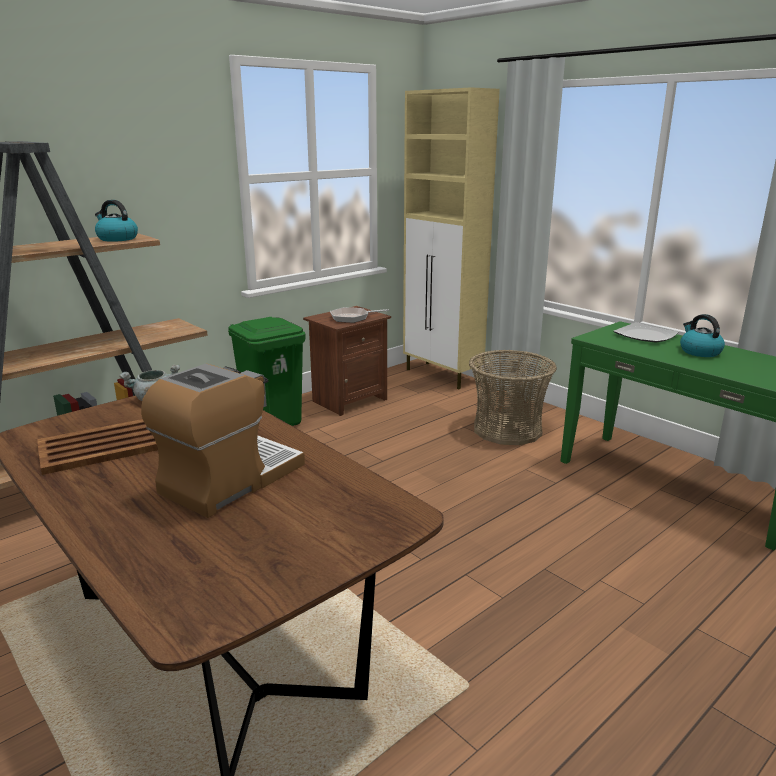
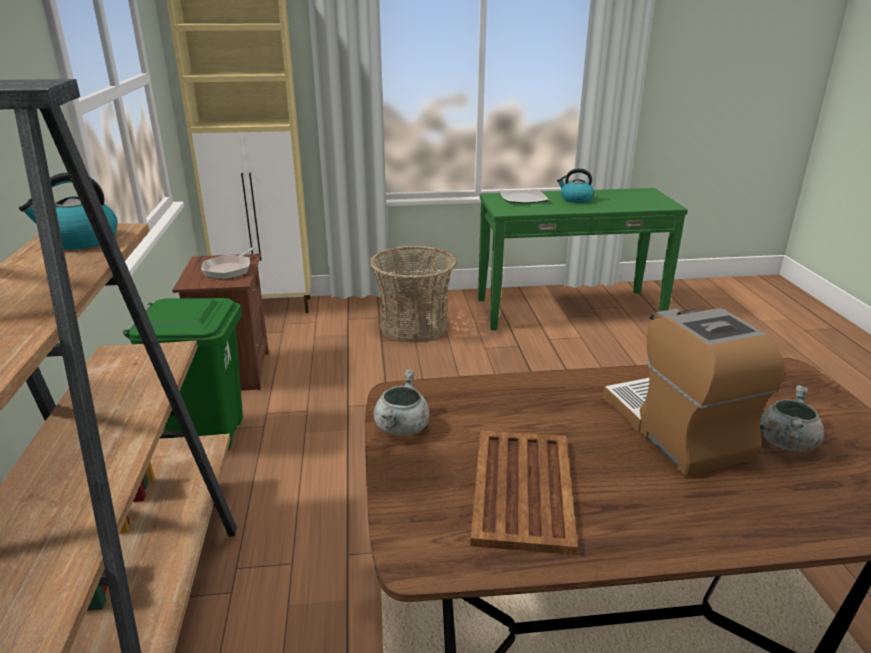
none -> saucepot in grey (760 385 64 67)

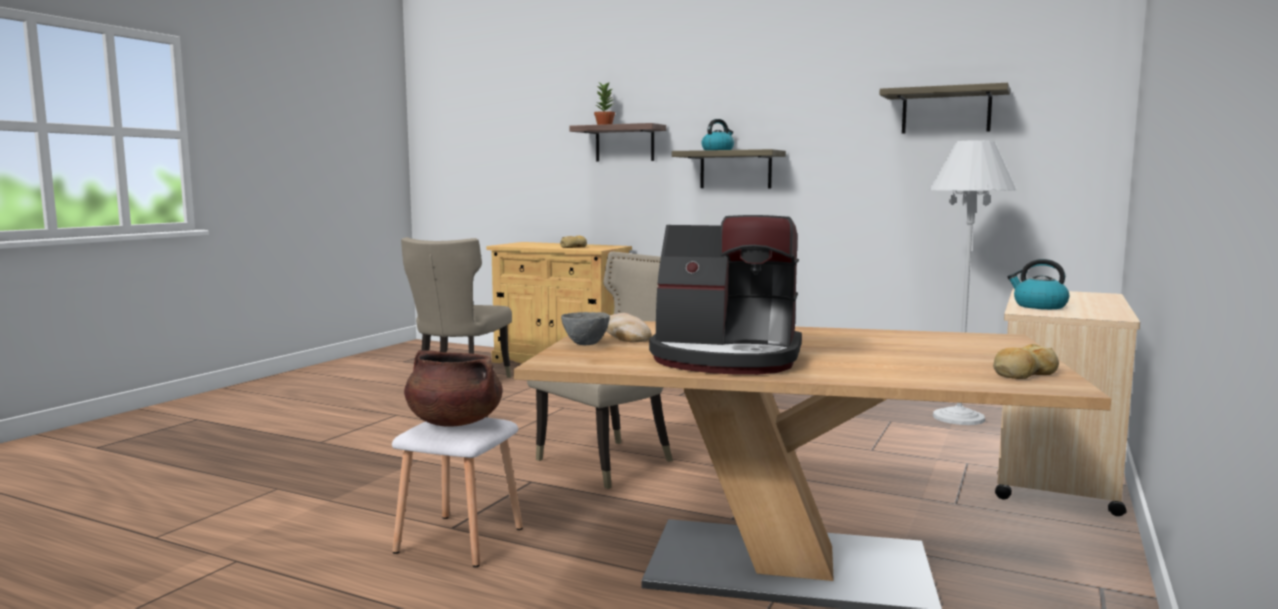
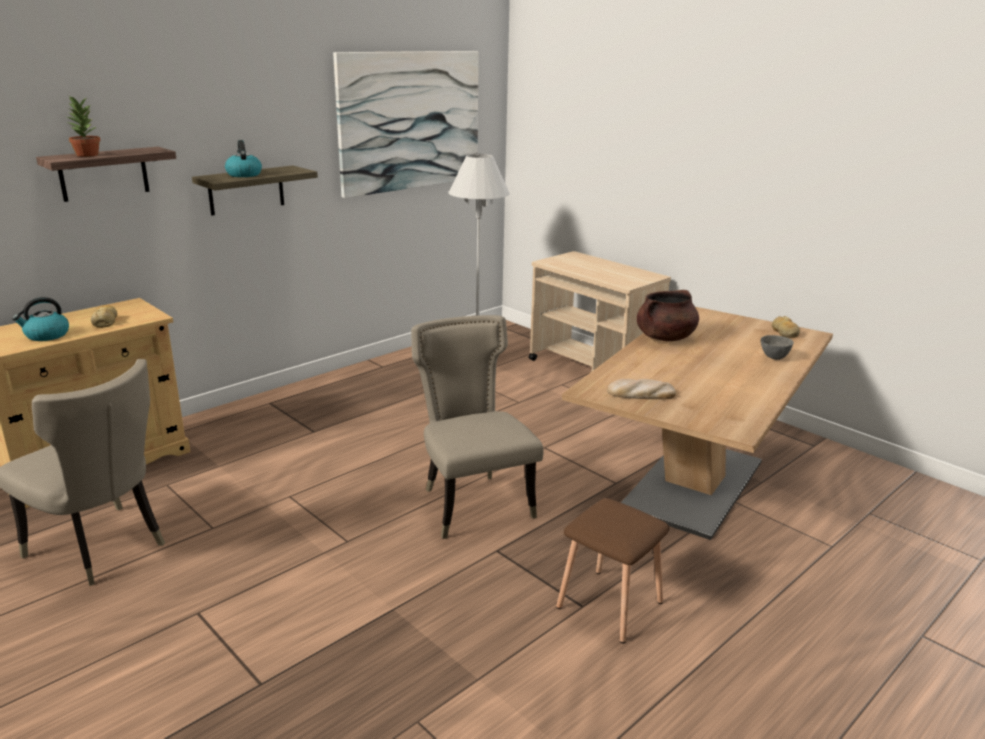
wall shelf (879 83 131 51) -> picture (333 51 146 147)
coffee maker (649 215 153 160) -> none
tea kettle (1007 259 62 50) -> tea kettle (12 297 57 44), shifted
serving bowl in grey (561 312 49 33) -> serving bowl in grey (761 335 33 25), shifted
saucepot in brown-coloured (404 350 98 77) -> saucepot in brown-coloured (637 290 62 51), shifted
stool seat in whitish (392 417 131 150) -> stool seat in brown-coloured (556 498 114 145)

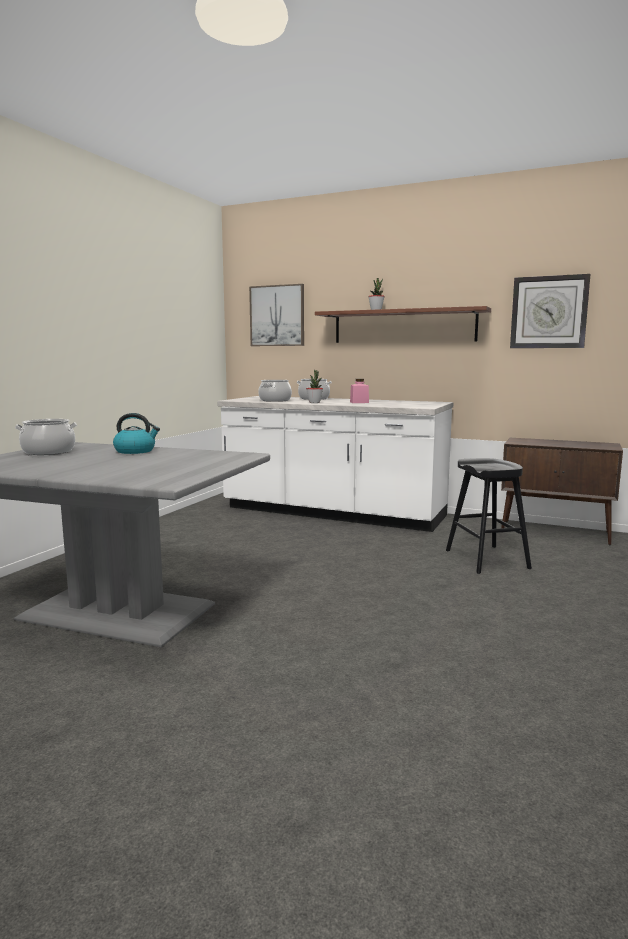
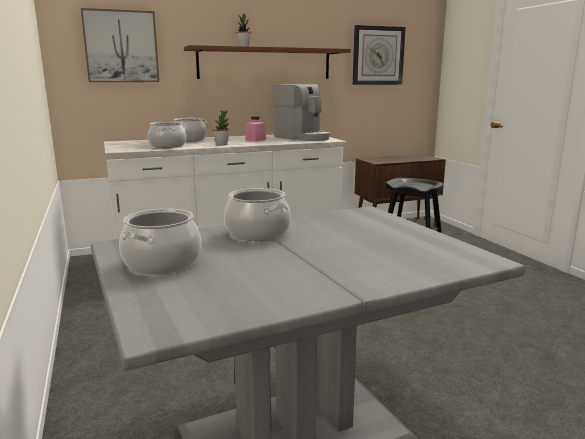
tea kettle (113 413 47 41) -> saucepot (224 188 67 53)
none -> coffee maker (274 84 57 57)

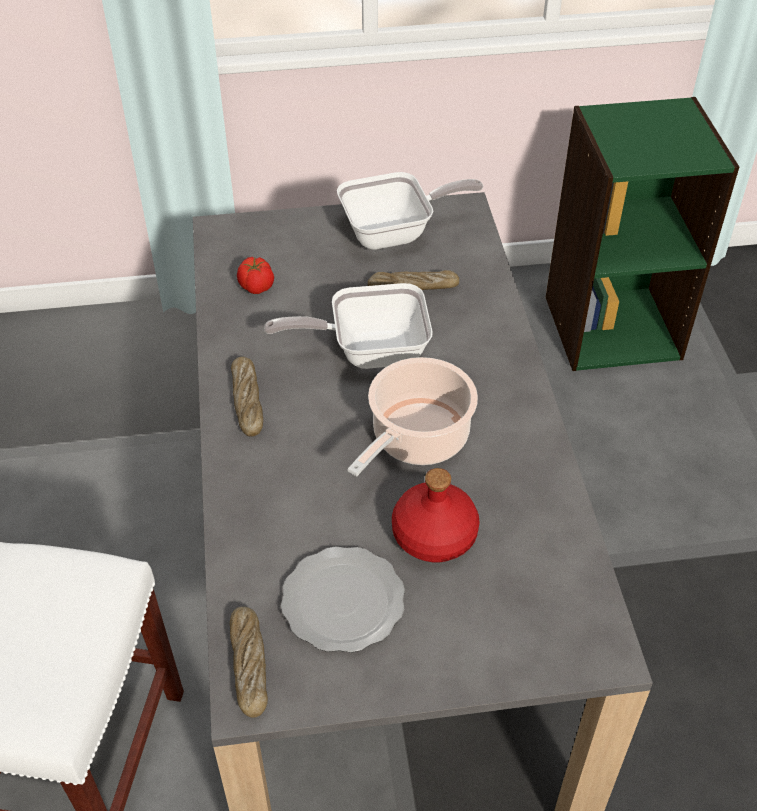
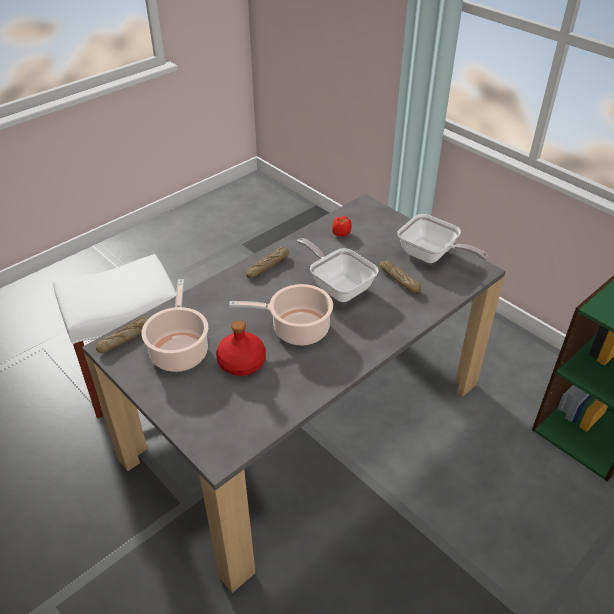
plate (281 546 124 107) -> saucepot (141 279 67 93)

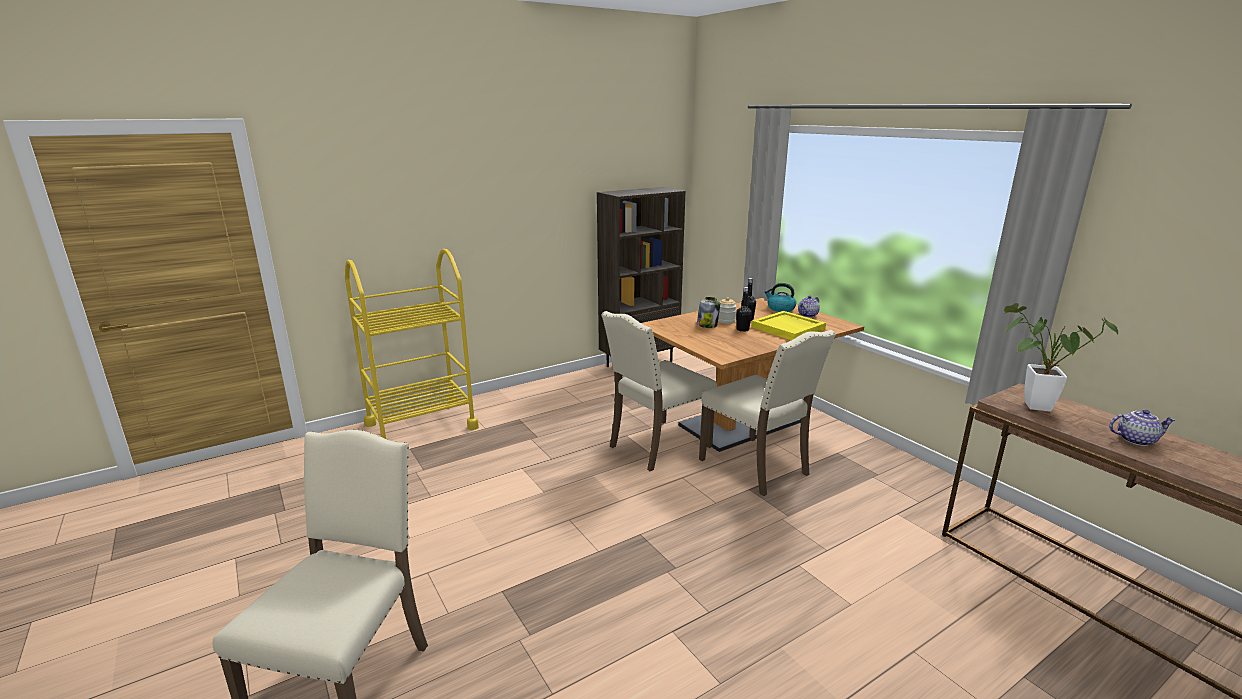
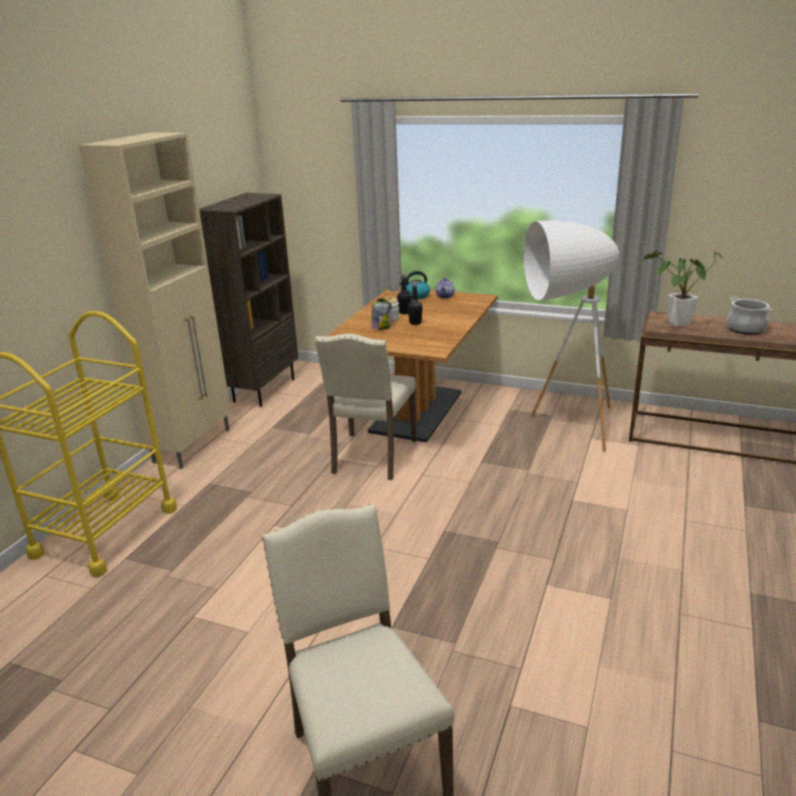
carrying tray in yellow (751 311 75 29) -> none
plain chair in sand-coloured (699 330 137 166) -> none
teapot (1109 409 66 37) -> saucepot (726 297 46 38)
none -> storage cabinet in sand-coloured (78 133 153 336)
none -> standard lamp in whitish (524 221 95 231)

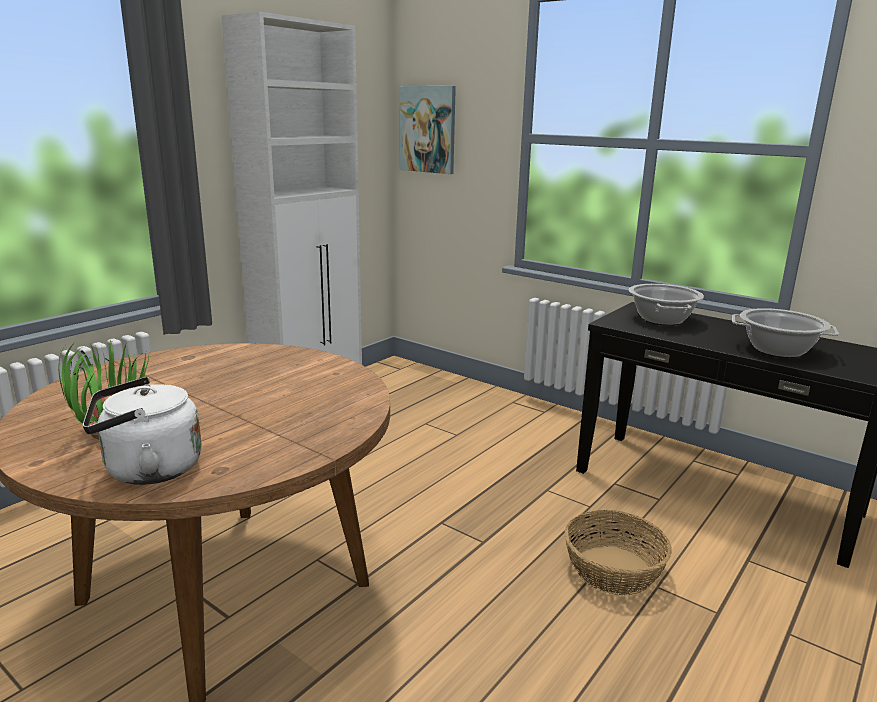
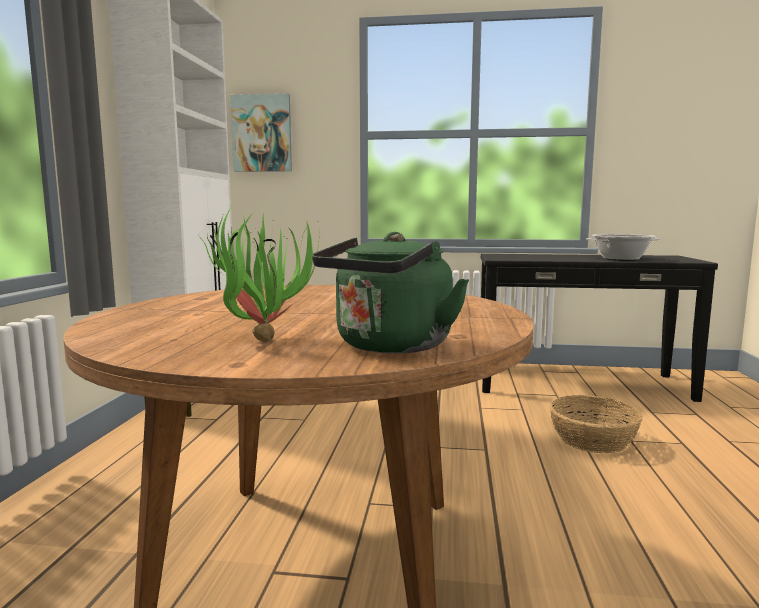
saucepot (629 284 75 41) -> none
tea kettle in whitish (83 377 119 108) -> tea kettle in green-coloured (312 232 157 122)

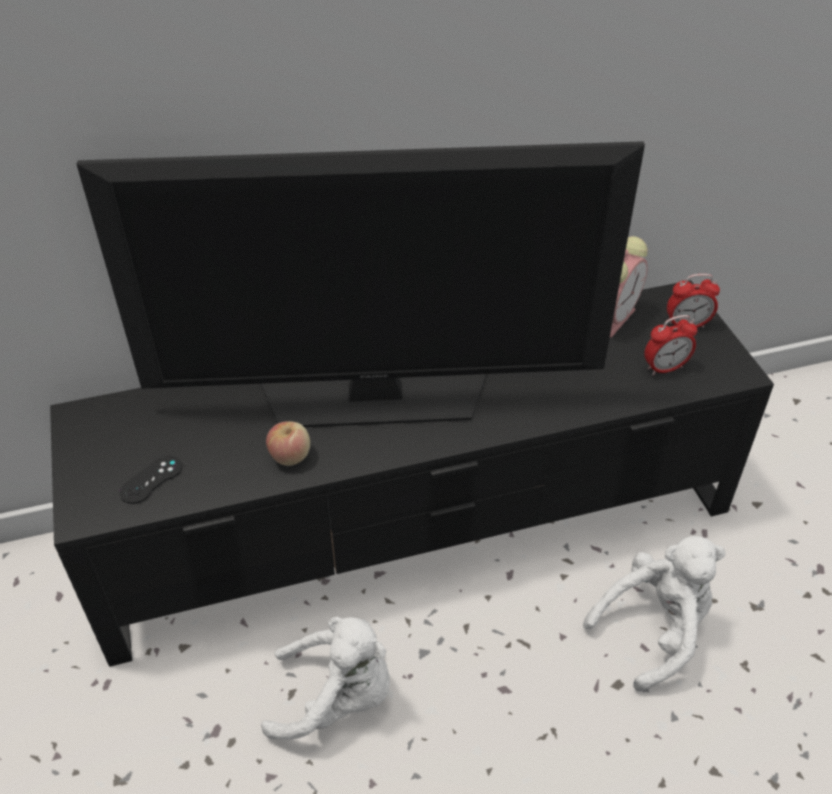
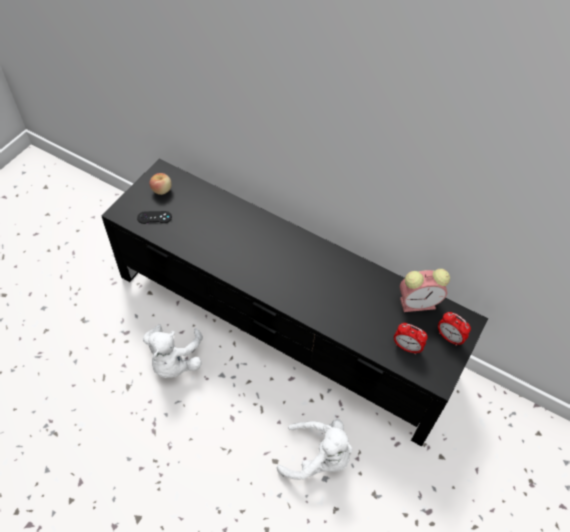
TV (76 141 569 286) -> none
apple (266 421 44 45) -> apple (149 173 23 22), shifted
cuddly toy in whitish (261 617 129 123) -> cuddly toy in whitish (143 324 60 54), 45 degrees clockwise

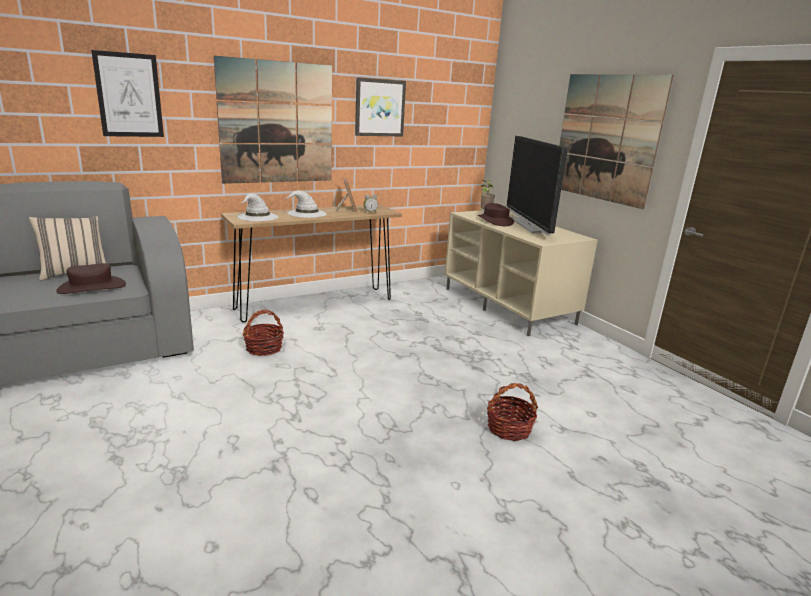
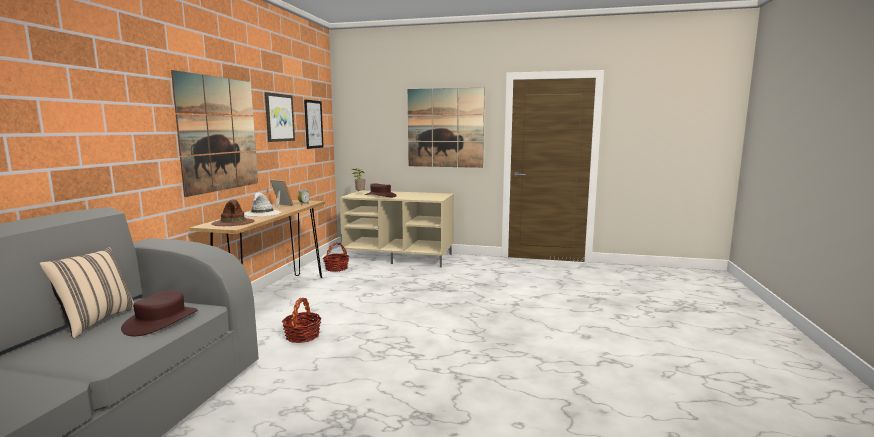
picture (91 50 73 87) -> picture (304 99 20 50), shifted
TV (507 136 61 100) -> none
wearable hat in whitish (237 193 42 28) -> wearable hat in brown-coloured (212 199 43 27)
storage basket (487 383 51 58) -> storage basket (323 242 26 30), shifted

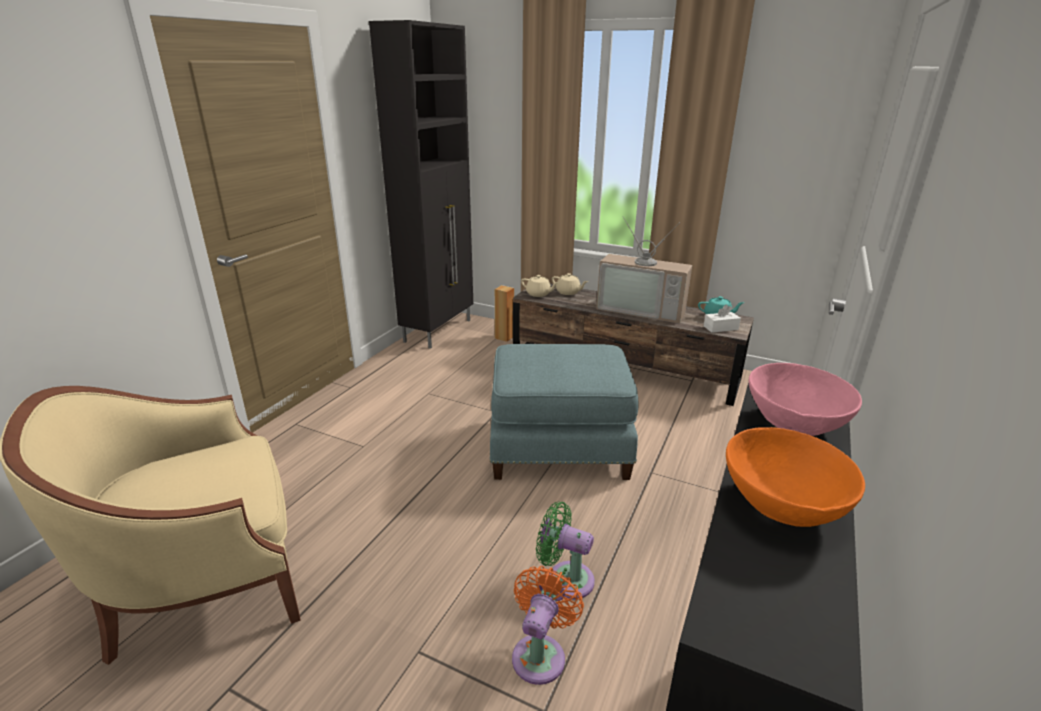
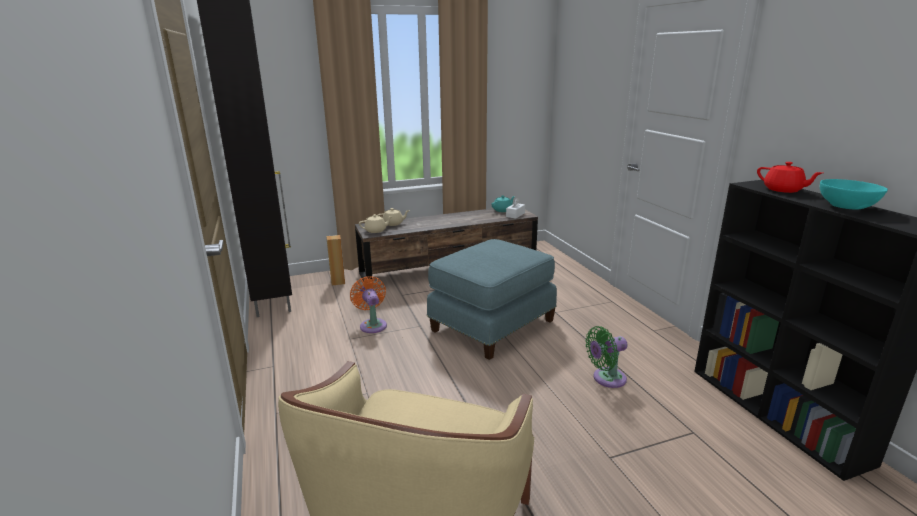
TV (596 216 96 107) -> none
serving bowl in pink-coloured (749 363 113 73) -> teapot in red-coloured (757 162 65 31)
serving bowl in orangey (726 427 139 100) -> serving bowl in turquoise (820 179 68 31)
cooling fan in orangey (512 566 72 119) -> cooling fan in orangey (350 276 37 57), shifted

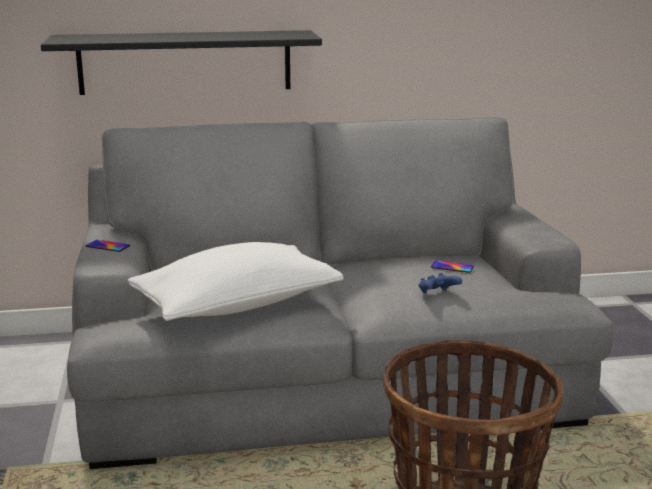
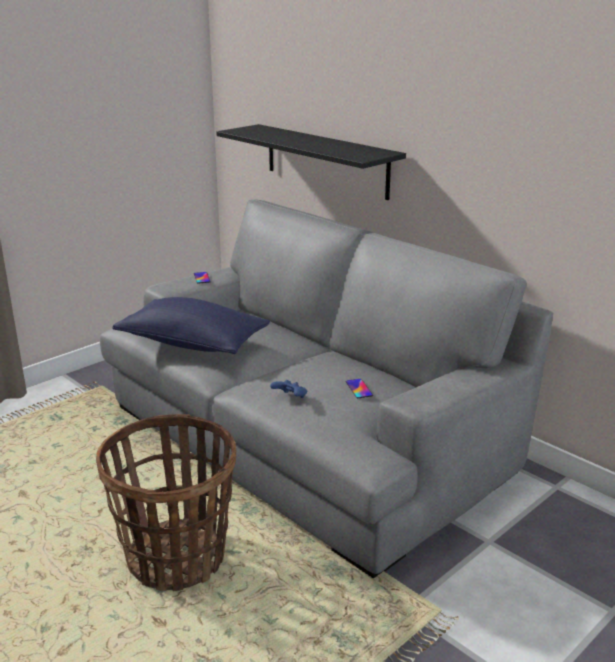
throw pillow in whitish (128 242 216 79) -> throw pillow in blue-coloured (112 297 158 57)

